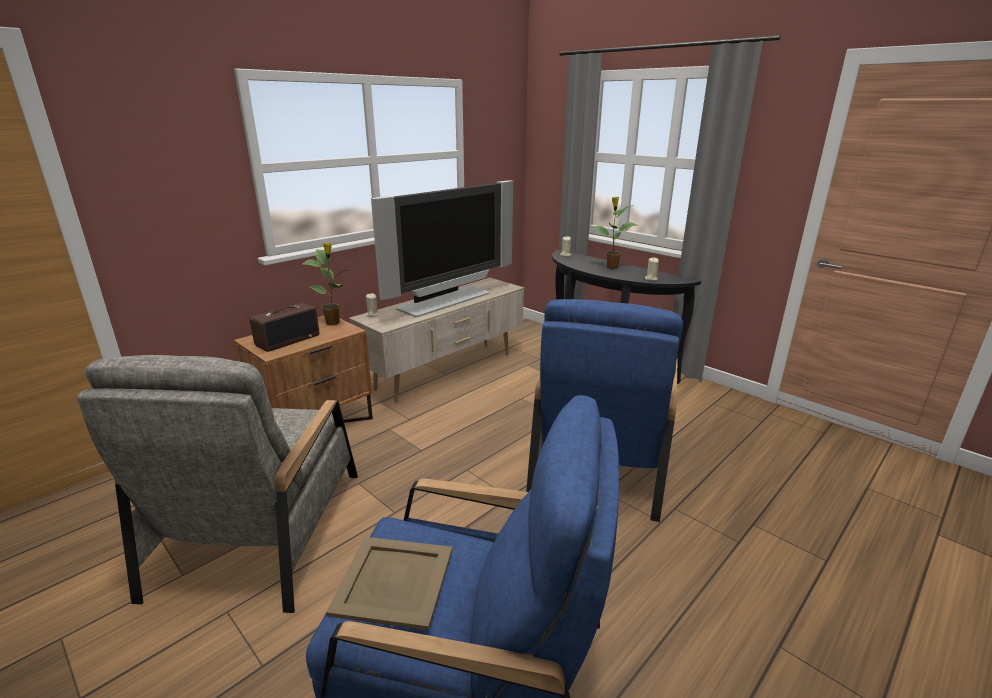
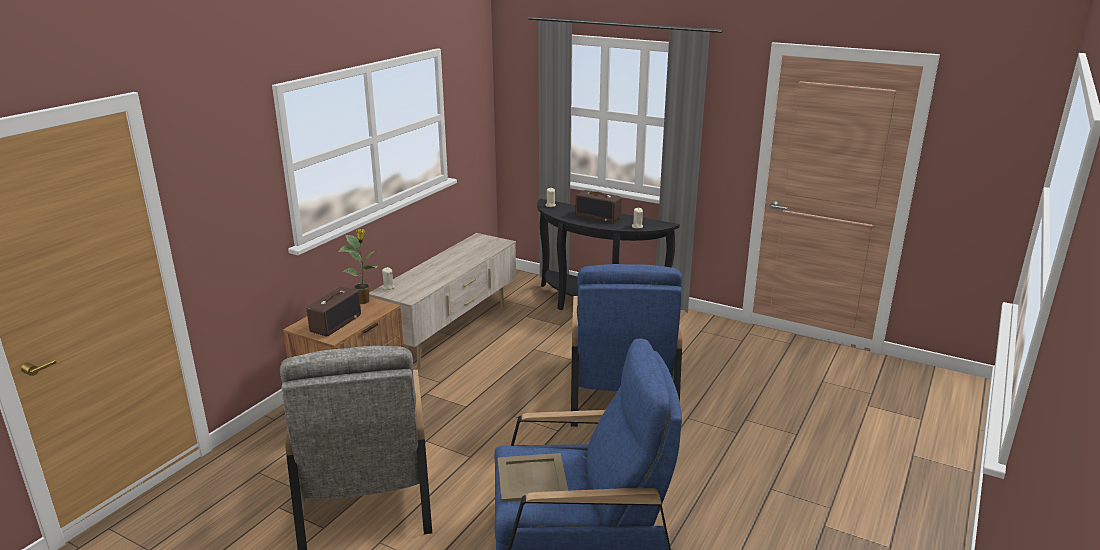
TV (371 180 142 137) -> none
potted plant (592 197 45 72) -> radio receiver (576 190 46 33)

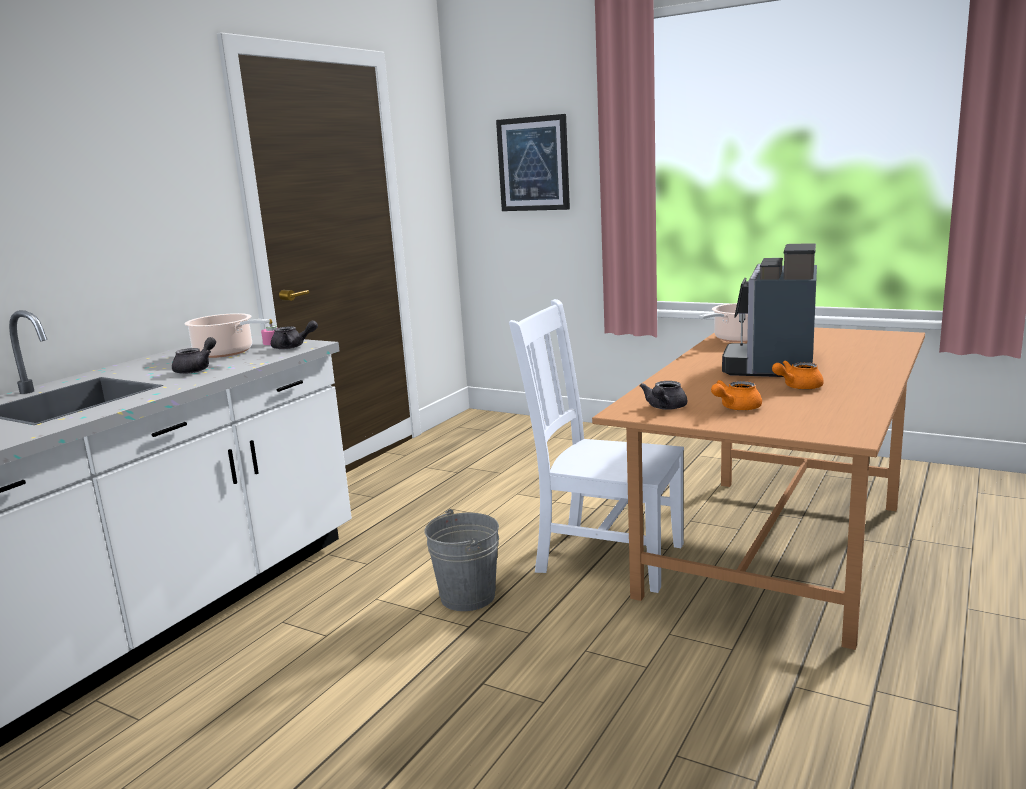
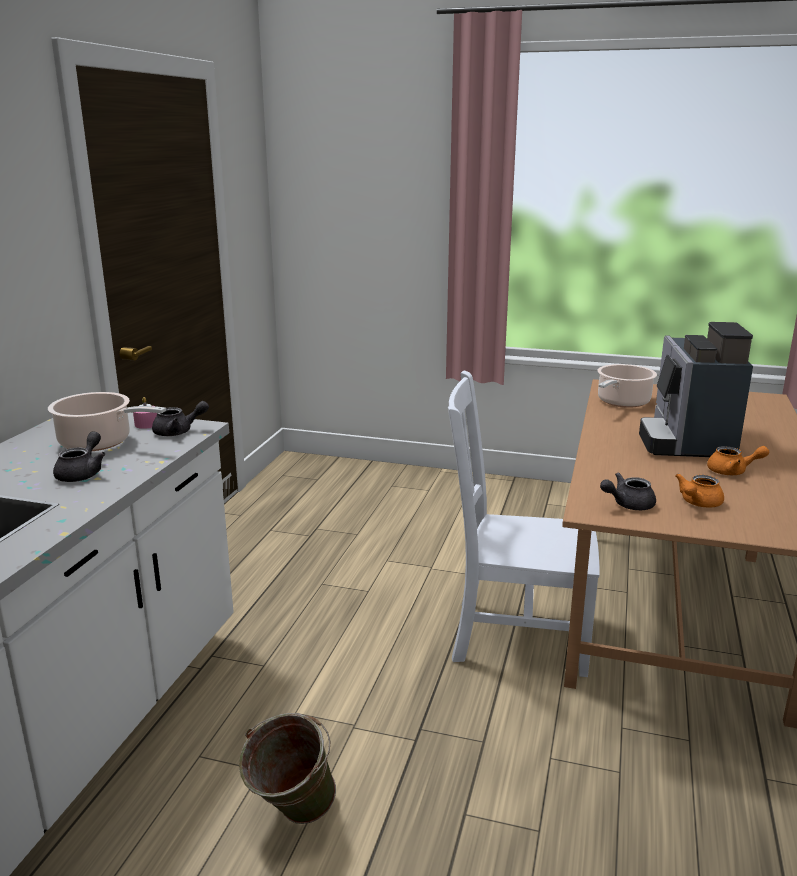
picture (496 114 74 97) -> none
teapot in orangey (772 361 52 29) -> teapot in orangey (707 446 63 29), 135 degrees counterclockwise
teapot in grey (639 381 48 29) -> teapot in grey (600 472 56 38), 60 degrees clockwise
bucket in grey (424 509 75 102) -> none
none -> bucket in green-coloured (239 713 97 111)

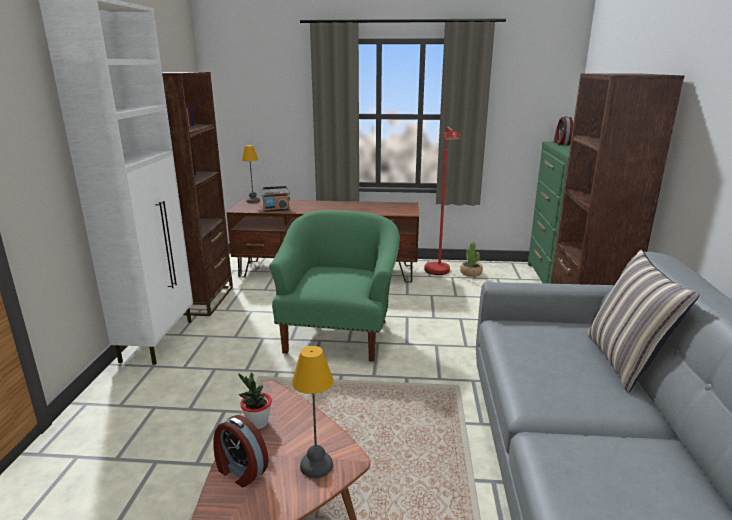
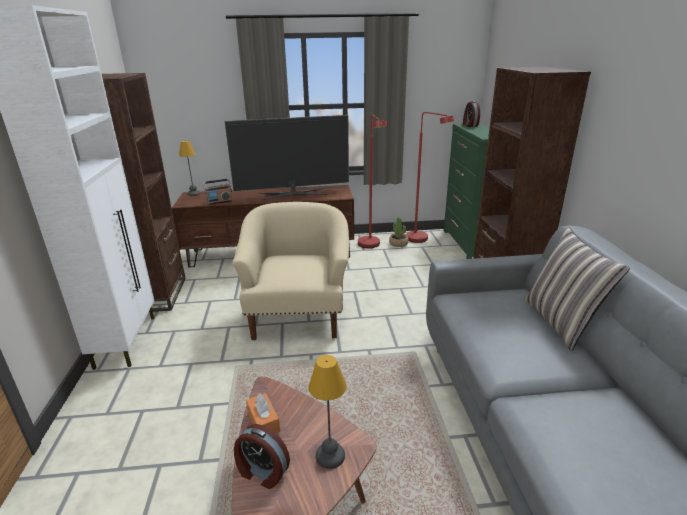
lounge chair in green-coloured (269 210 131 152) -> lounge chair in sand-coloured (233 202 116 138)
potted plant (239 373 33 56) -> tissue holder in orangey (246 393 34 40)
none -> standard lamp in red-coloured (406 112 48 131)
none -> TV (225 115 124 85)

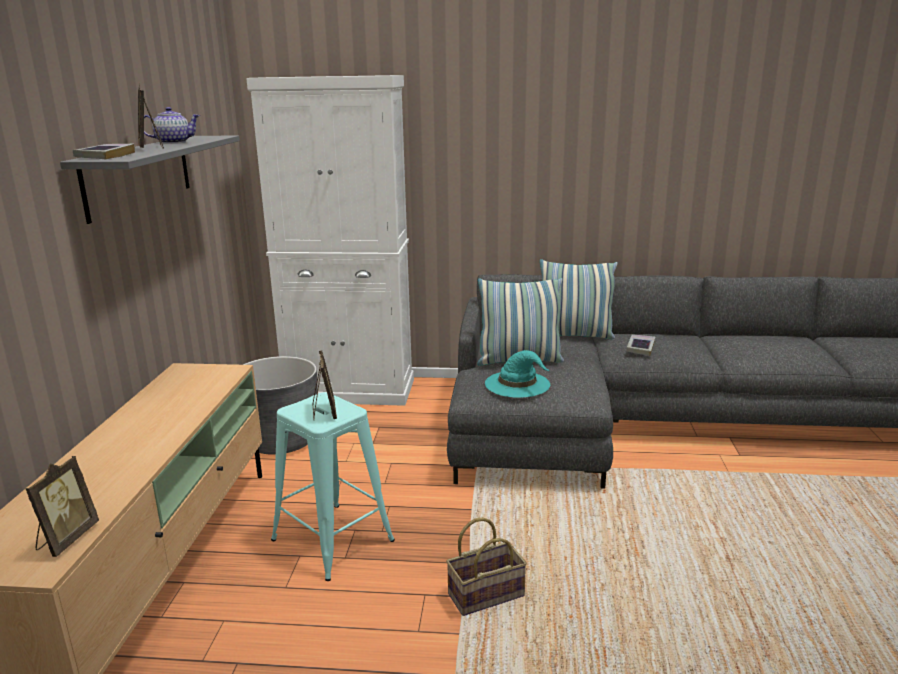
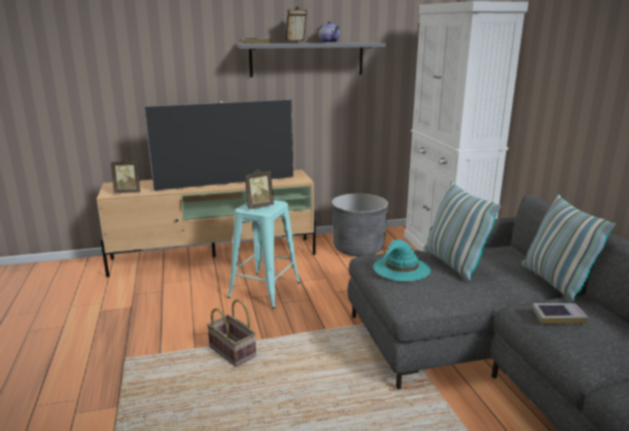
none -> TV (144 99 149 92)

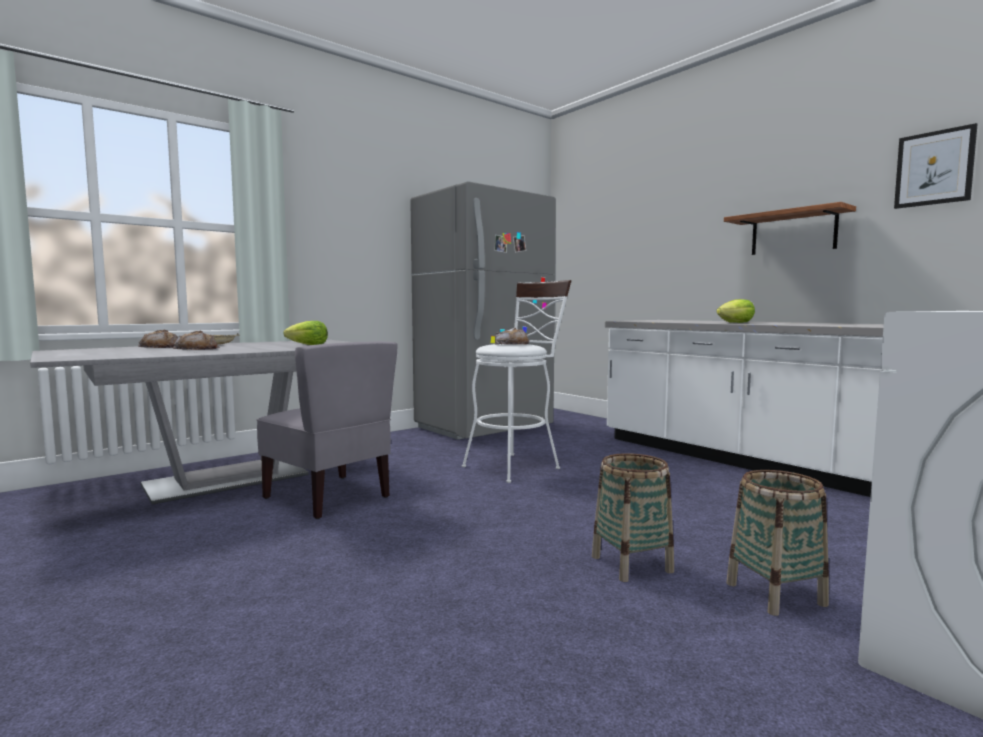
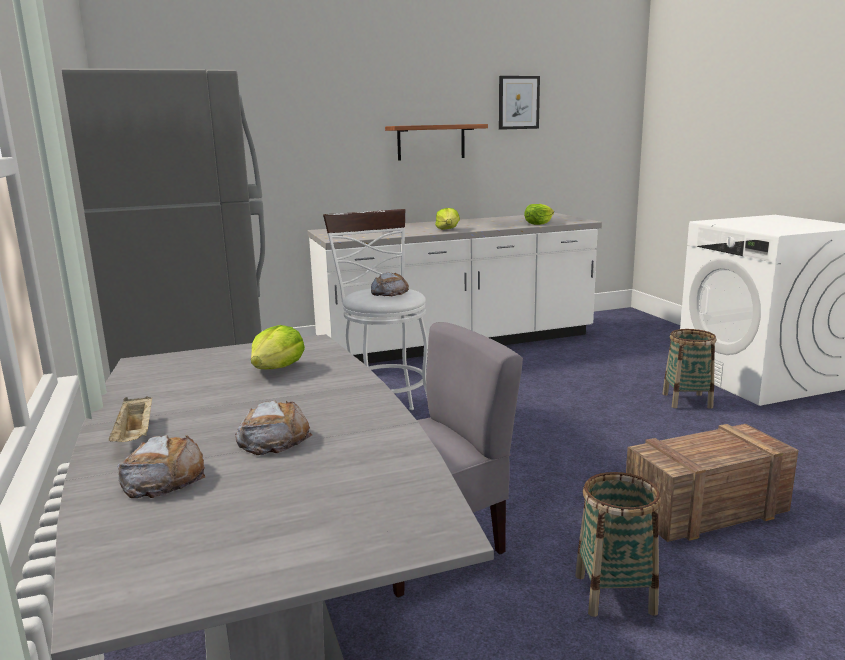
storage basket (592 453 82 129) -> storage basket (575 472 86 145), shifted
none -> lettuce (524 204 30 21)
none -> shipping crate (626 424 172 118)

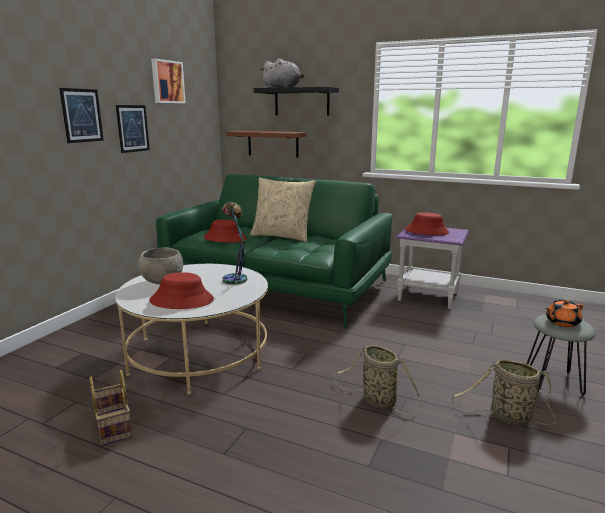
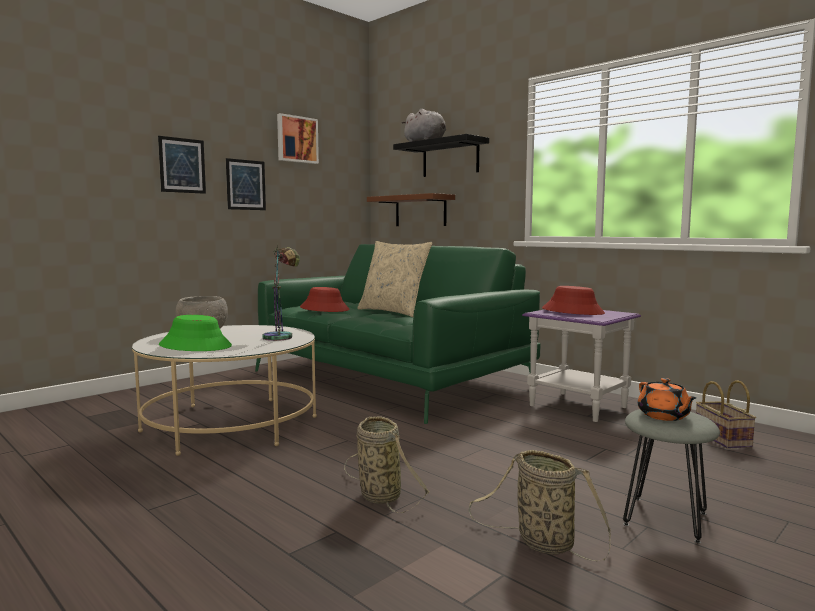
wearable hat in red-coloured (149 272 65 37) -> wearable hat in green-coloured (159 315 73 36)
teapot in orangey (545 299 38 28) -> teapot in orangey (638 378 59 43), 105 degrees counterclockwise
storage basket (89 370 43 76) -> storage basket (696 380 60 69), shifted

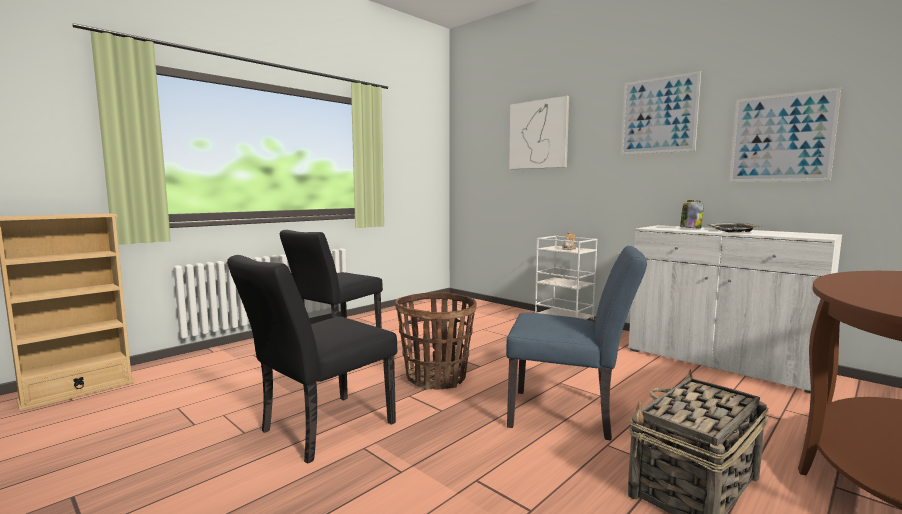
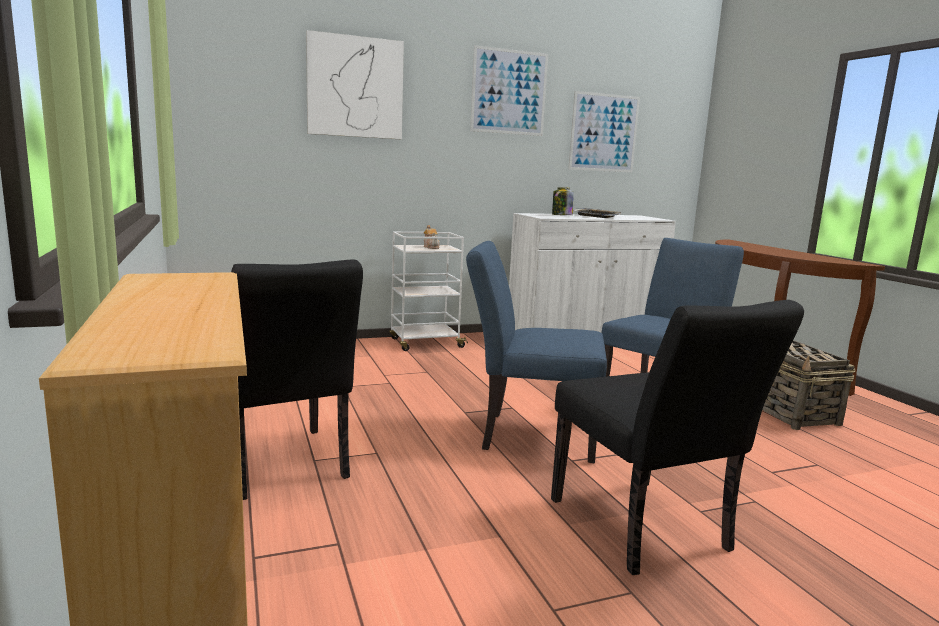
storage basket (395 292 81 98) -> plain chair in blue-coloured (466 241 141 222)

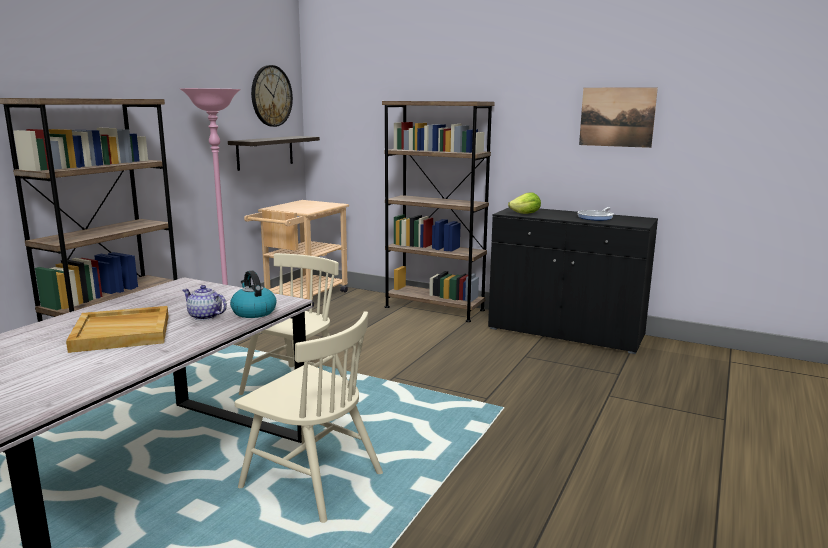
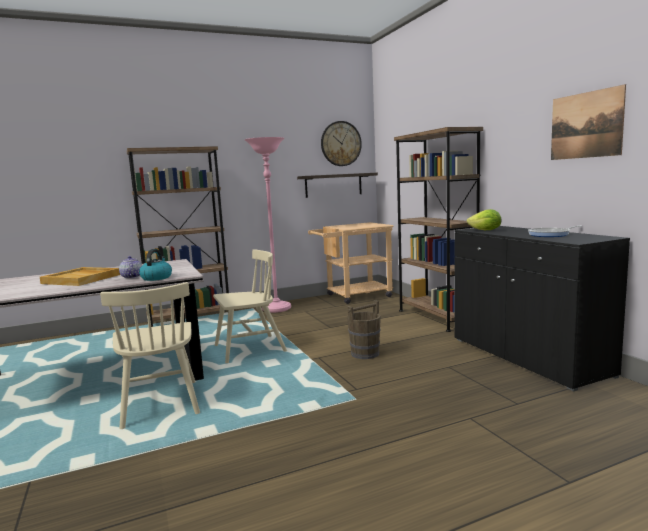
none -> bucket in brown-coloured (347 300 34 59)

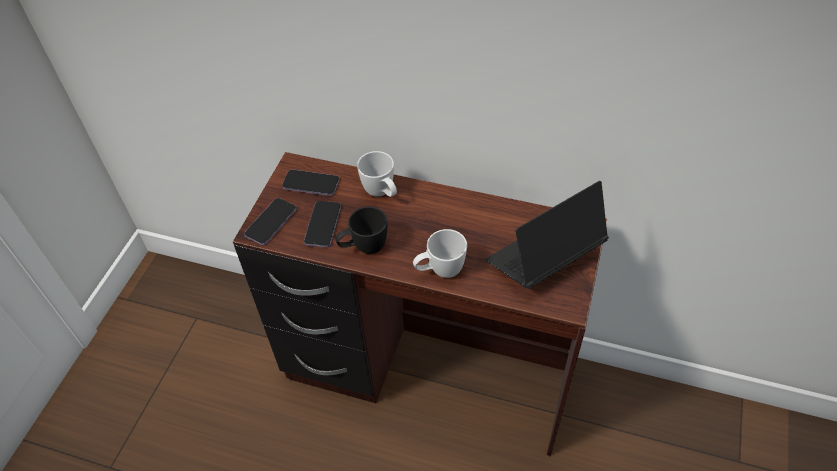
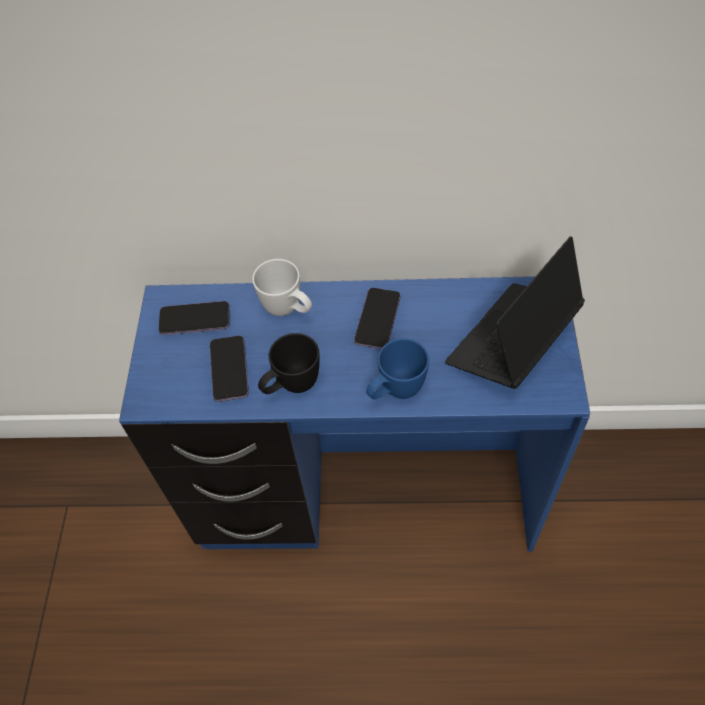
desk table in brown-coloured (233 152 374 304) -> desk table in blue-coloured (119 276 471 276)
handset (244 198 53 47) -> handset (354 288 46 61), shifted
coffee mug in whitish (413 229 54 49) -> coffee mug in blue-coloured (366 338 63 61)

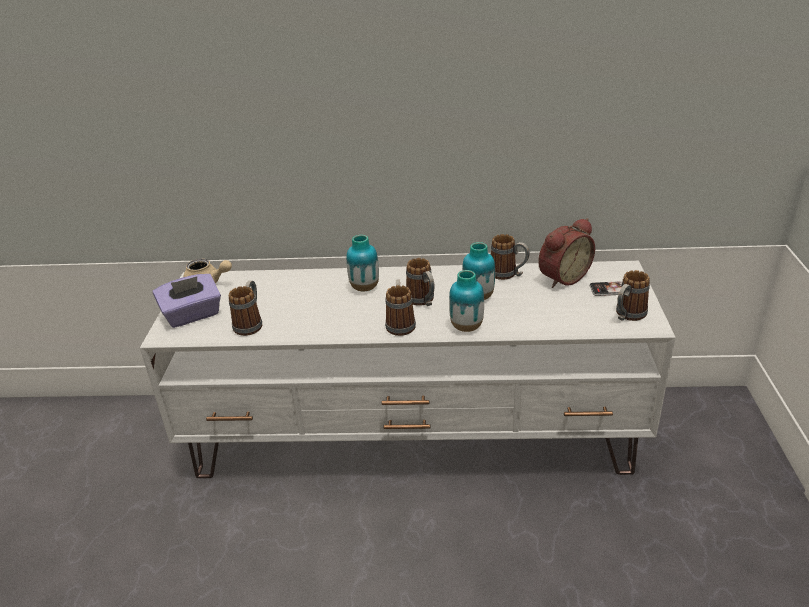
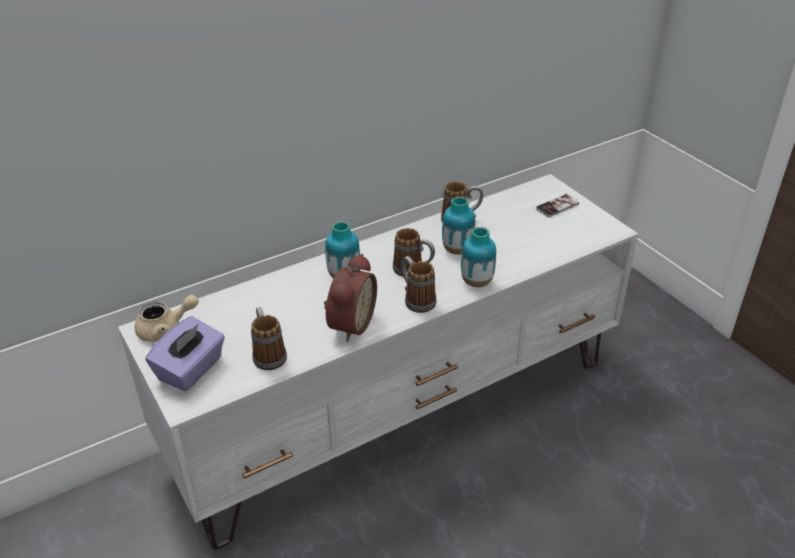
bedside clock (538 218 57 70) -> bedside clock (324 253 53 89), shifted
coffee mug (616 270 34 51) -> none

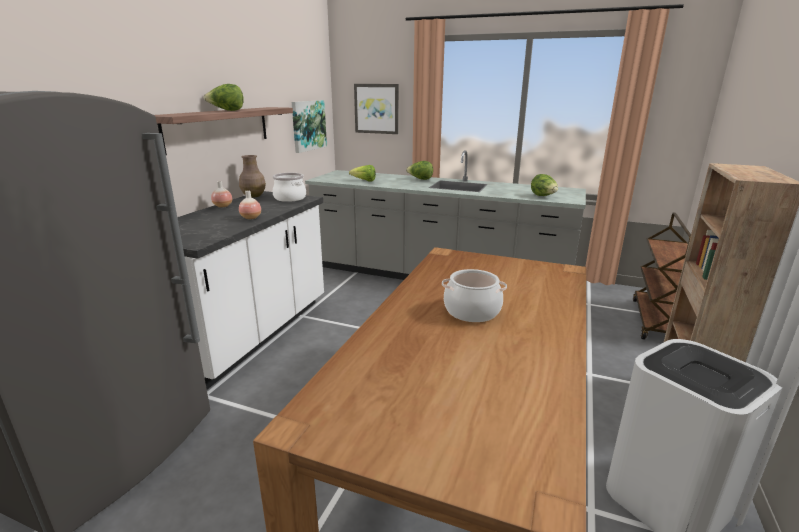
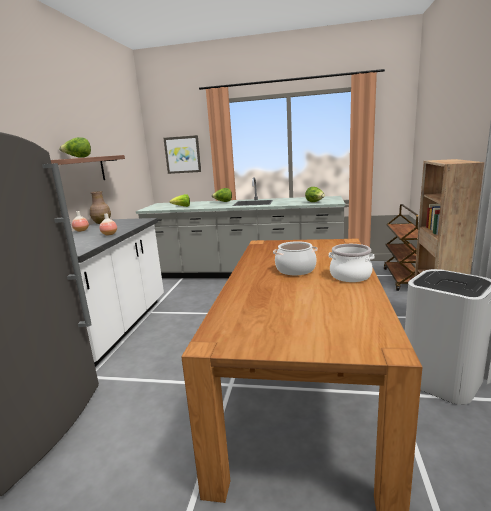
picture (292 100 35 53) -> none
saucepot (272 173 34 29) -> saucepot (328 244 46 38), shifted

